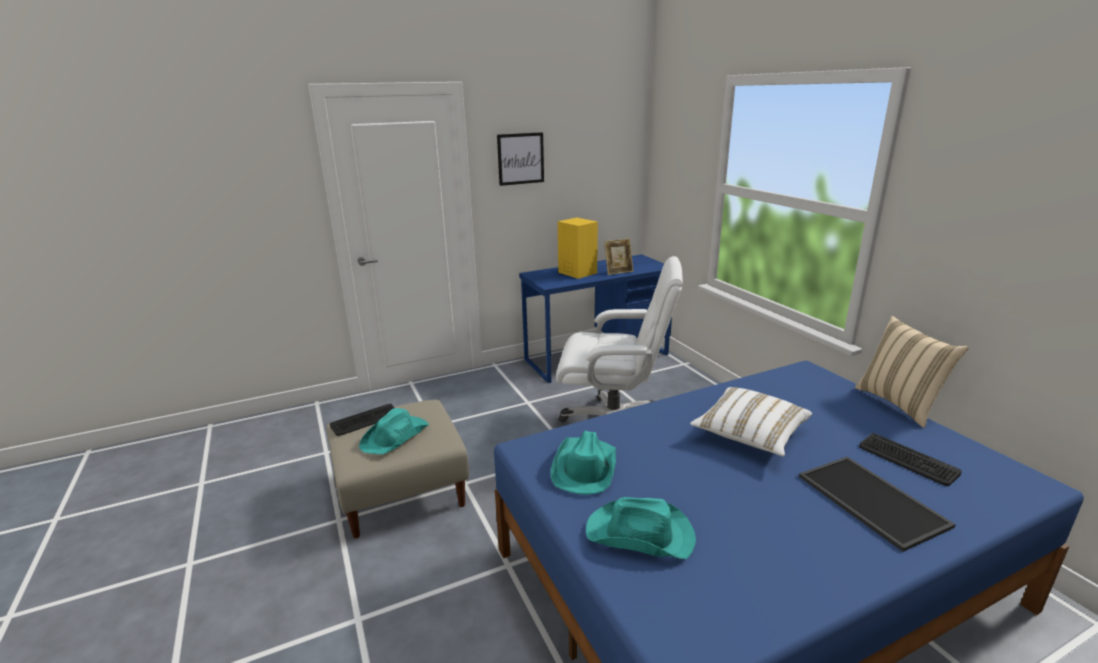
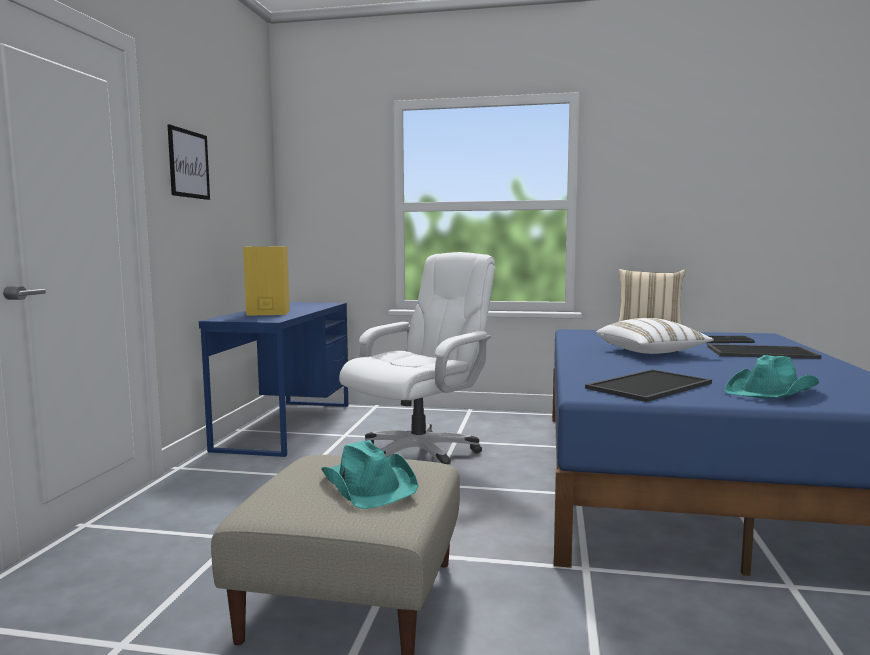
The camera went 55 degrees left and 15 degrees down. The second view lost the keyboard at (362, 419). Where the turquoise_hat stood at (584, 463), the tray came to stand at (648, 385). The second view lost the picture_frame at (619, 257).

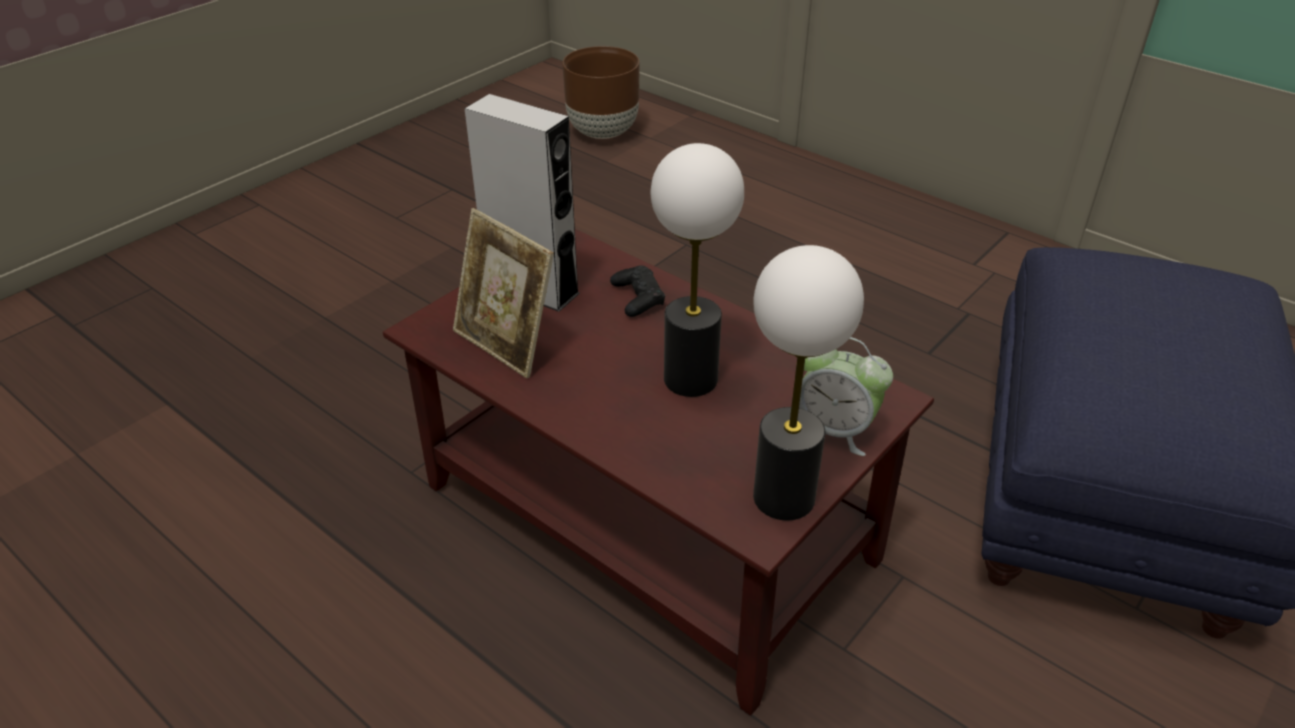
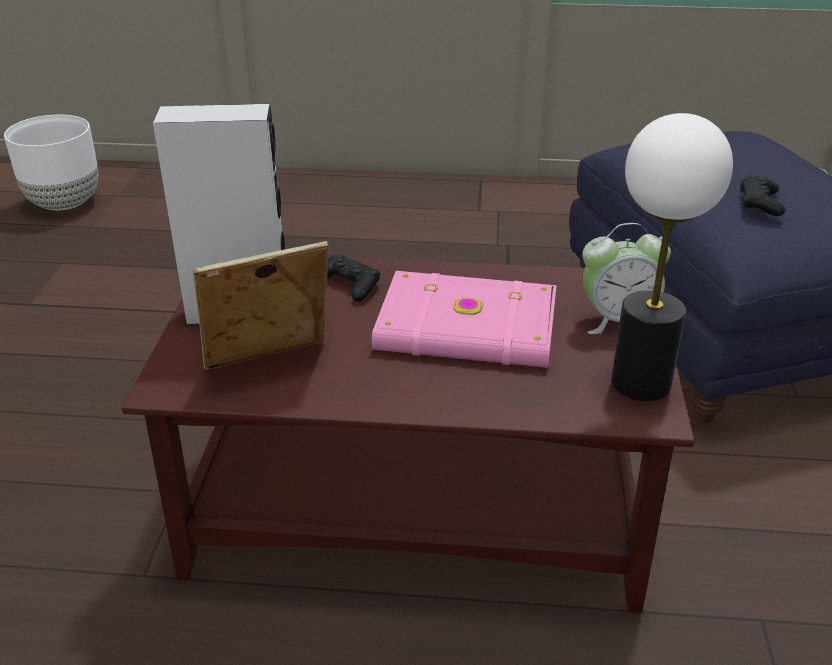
The camera went 35 degrees left and 5 degrees down. The picture_frame at (503, 293) ended up facing another way, 150 degrees clockwise from before. What was the brown_planter at (601, 92) turned into the white_planter at (51, 162). Where the table_lamp stood at (697, 270), the pink_book came to stand at (464, 319). The second view gained the black_game_controller at (762, 196).

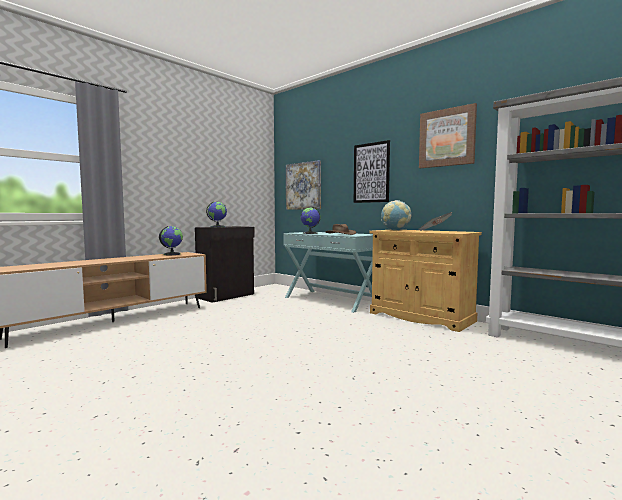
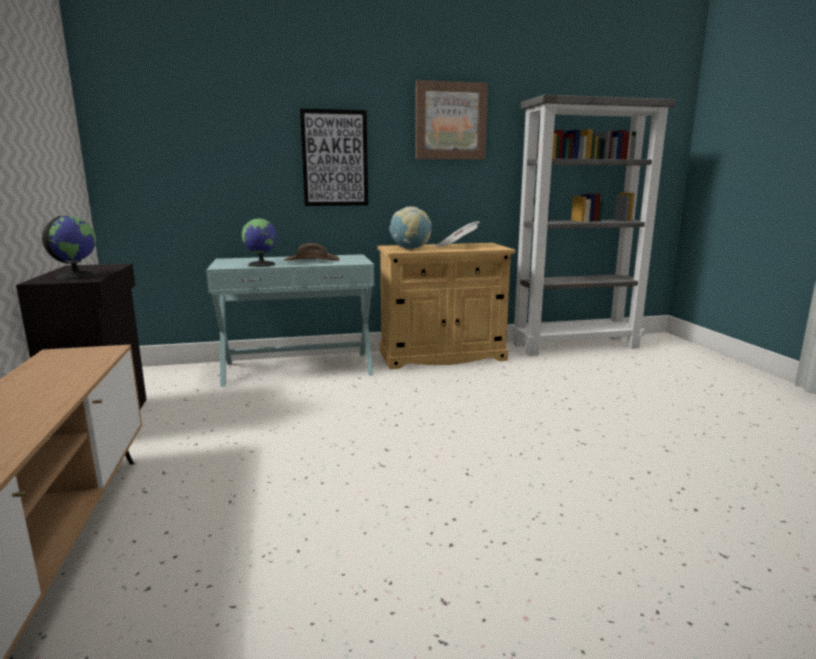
The camera went 55 degrees left and 10 degrees up. The second view lost the globe at (171, 240). The second view lost the picture at (303, 185).

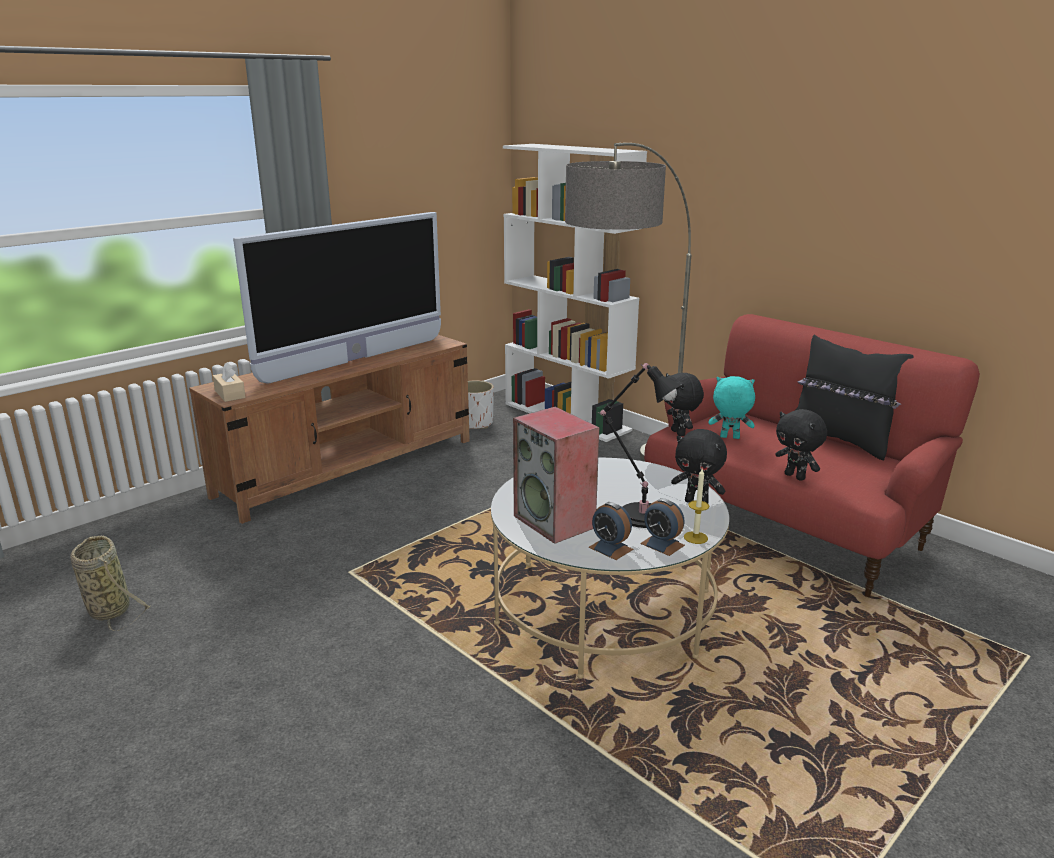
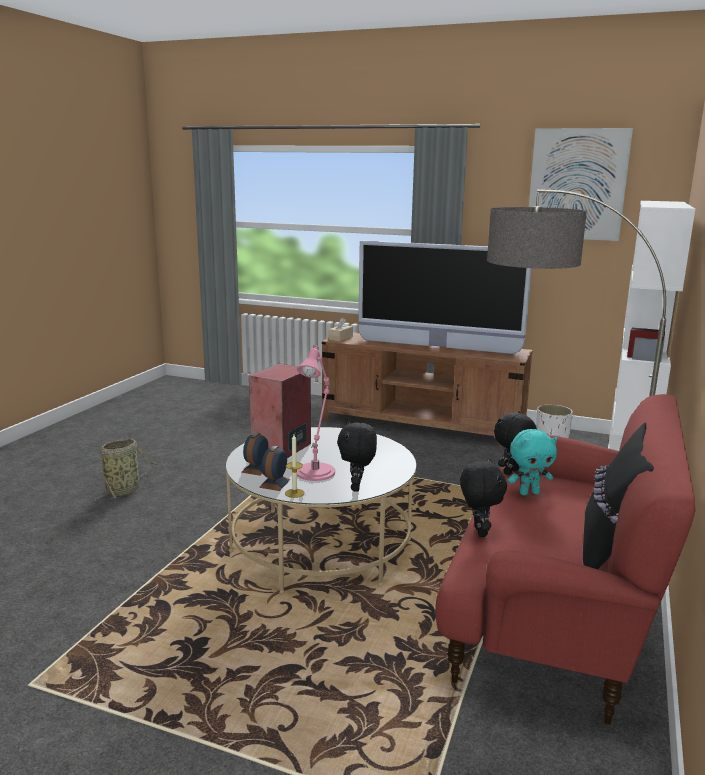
The camera went 65 degrees right and 5 degrees down. The basket ended up elsewhere, having gone from (110, 583) to (126, 469). What was the black_table_lamp at (640, 445) turned into the pink_table_lamp at (316, 413). The turquoise_plush_toy at (731, 407) ended up facing another way, 90 degrees clockwise from before. The black_plush_toy at (801, 445) ended up facing another way, 150 degrees clockwise from before. The second view gained the picture at (581, 184).

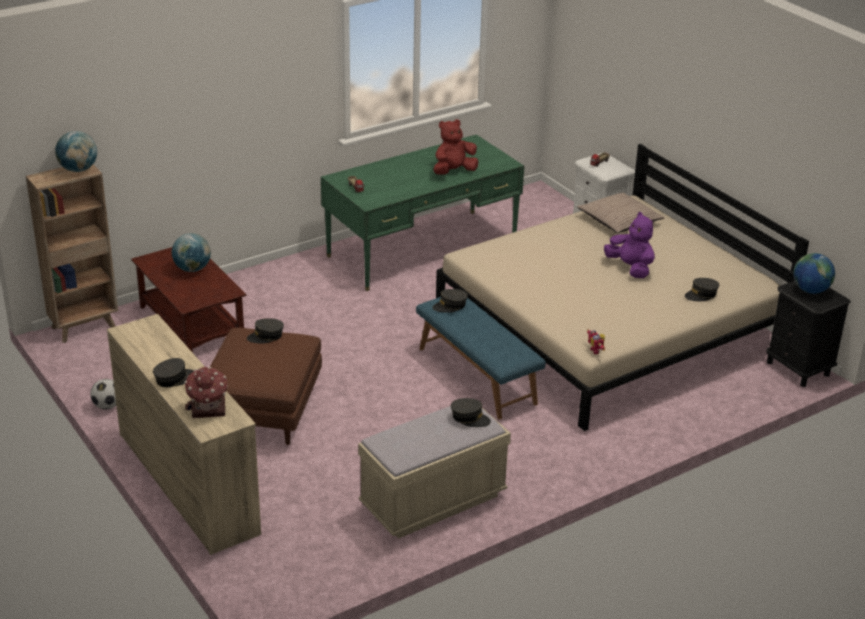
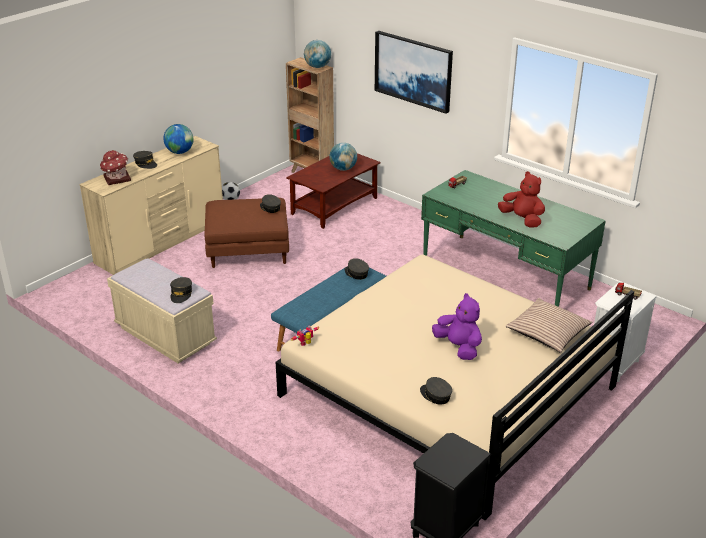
The camera went 75 degrees right and 0 degrees up. The purple_plush_toy at (629, 245) ended up facing another way, 75 degrees counterclockwise from before. The globe ended up elsewhere, having gone from (814, 273) to (178, 139). The second view gained the picture at (414, 72).

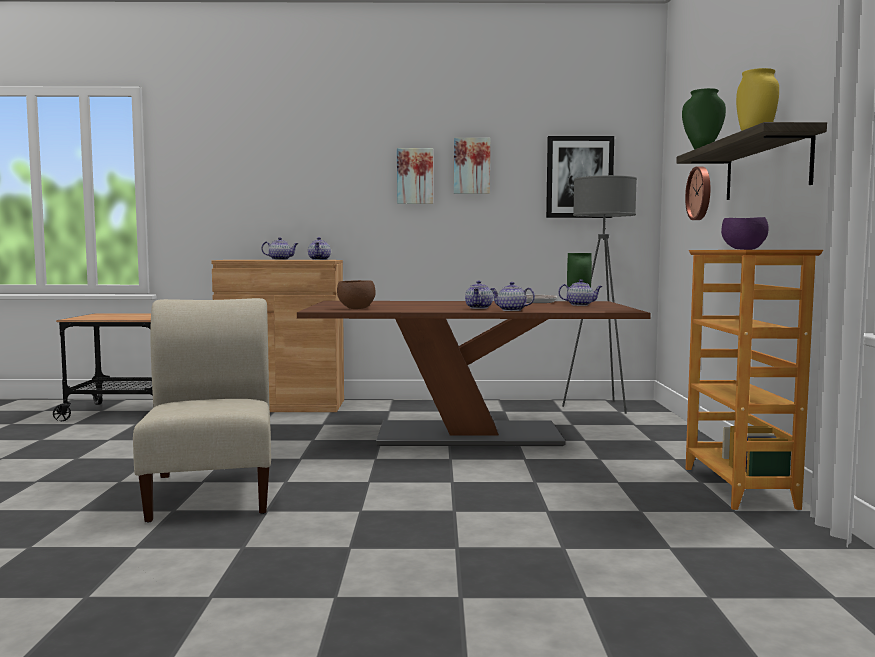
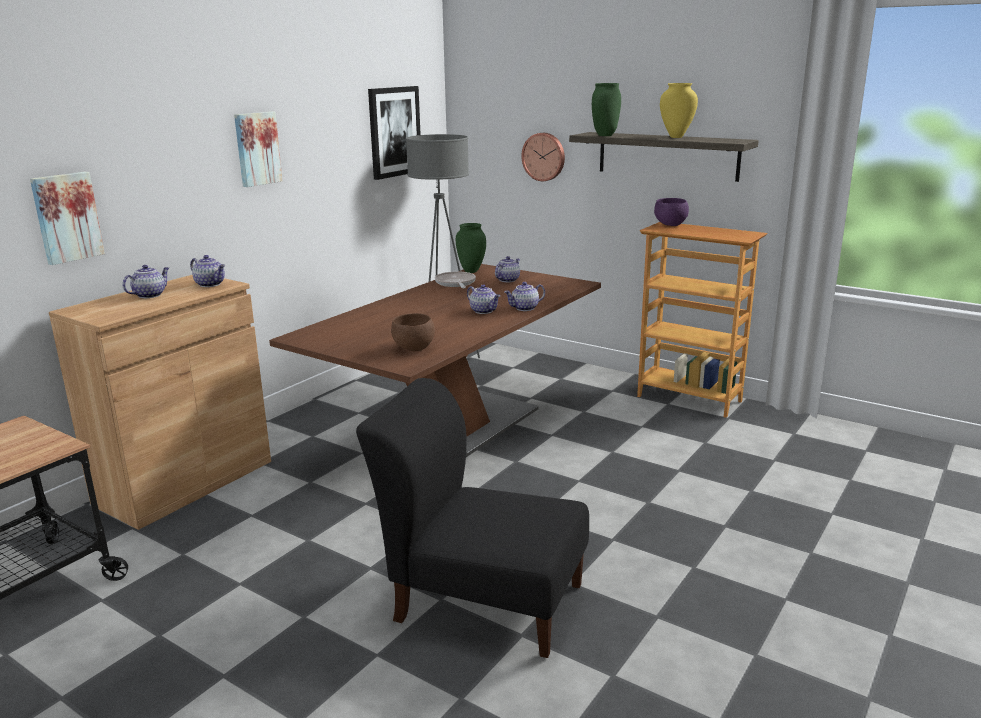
The camera went 55 degrees left and 15 degrees up. What was the beige_chair at (202, 410) turned into the black_chair at (472, 518). The picture ended up elsewhere, having gone from (472, 166) to (67, 218).

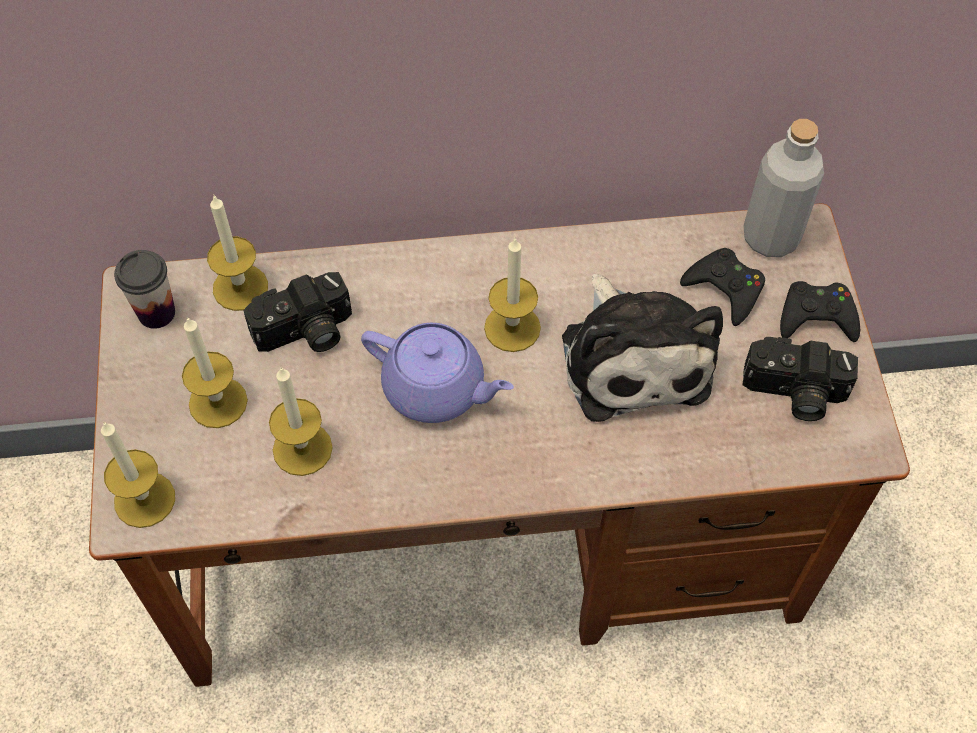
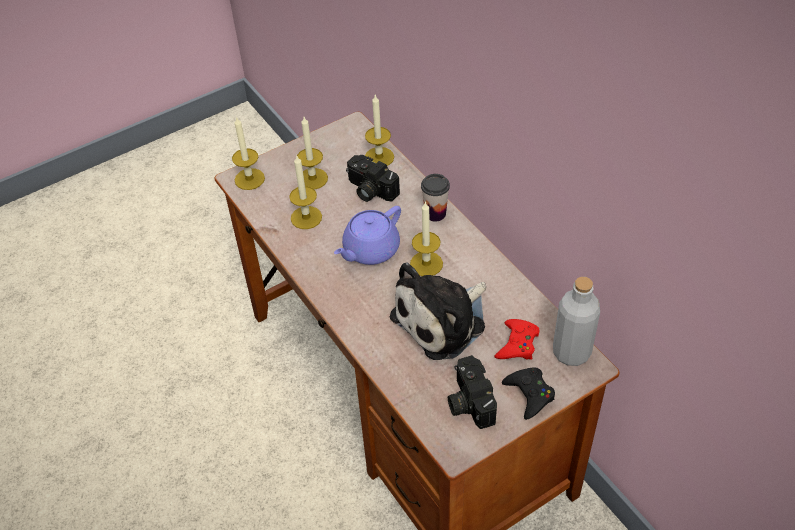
The camera went 65 degrees right and 10 degrees down. The cup ended up elsewhere, having gone from (144, 289) to (435, 197). The purple_teapot at (437, 373) ended up facing another way, 45 degrees clockwise from before. What was the black_game_controller at (722, 287) turned into the red_game_controller at (517, 339).

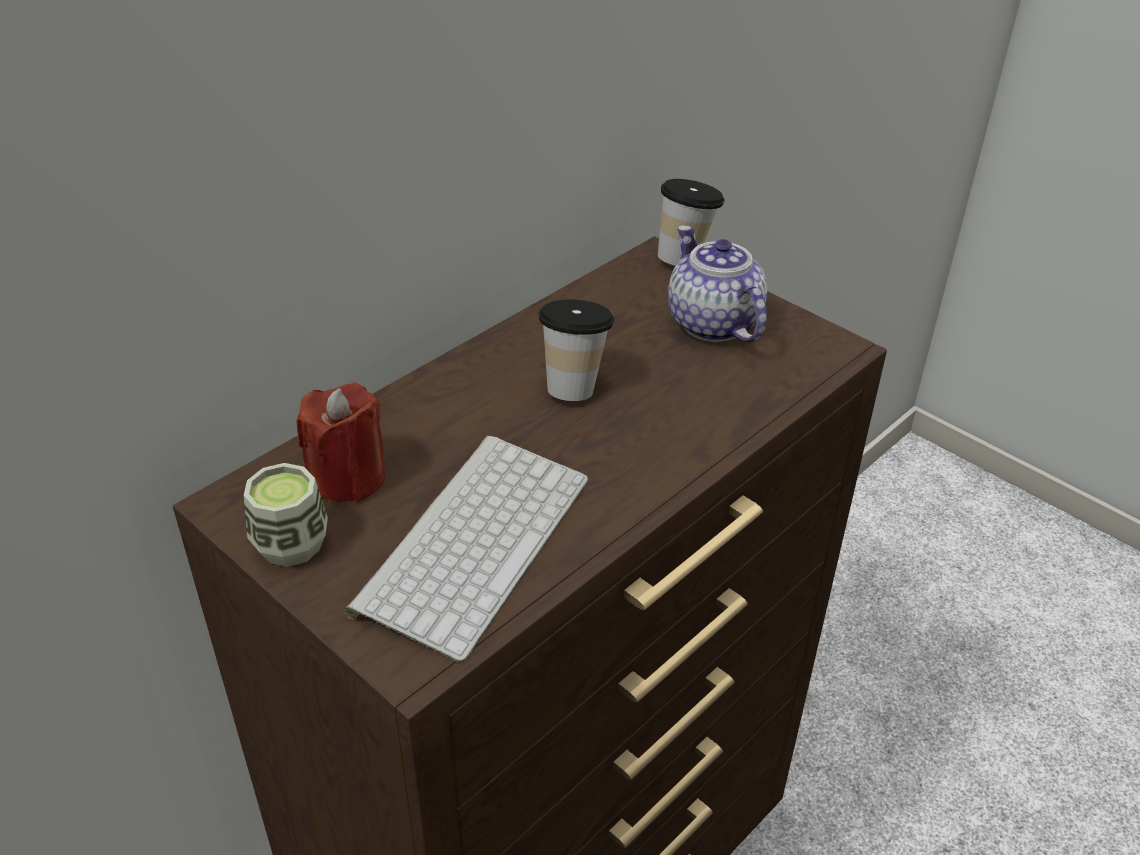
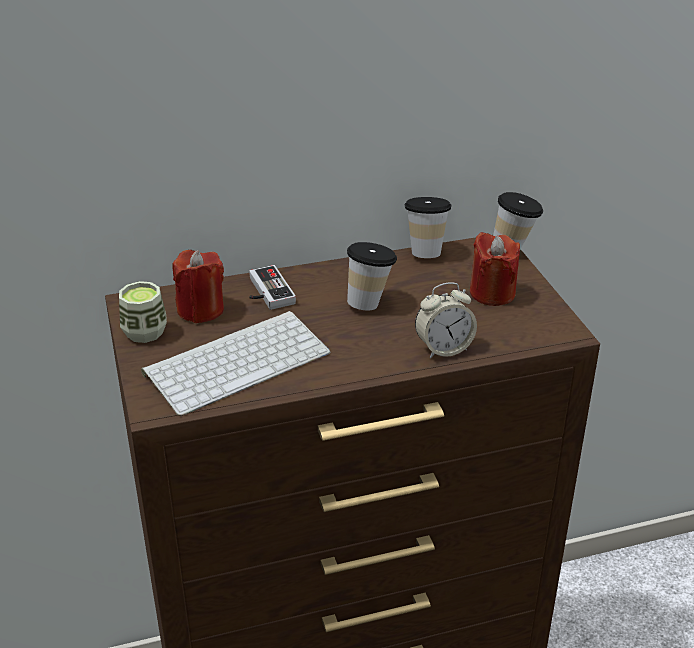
The camera went 30 degrees right and 5 degrees down. Where the teapot stood at (717, 283), the red_candle came to stand at (495, 269). The second view gained the game_controller at (272, 287). The second view gained the cup at (428, 227). The second view gained the alarm_clock at (446, 320).

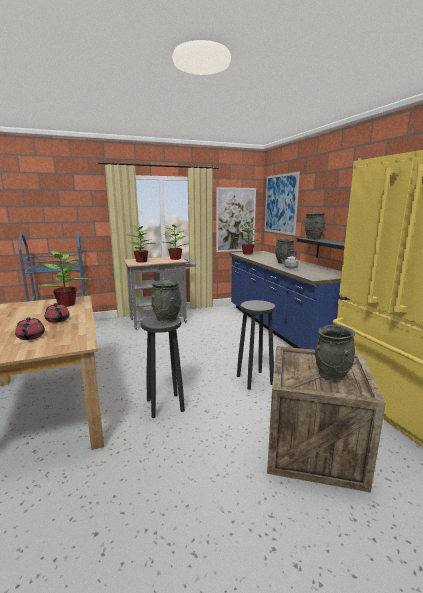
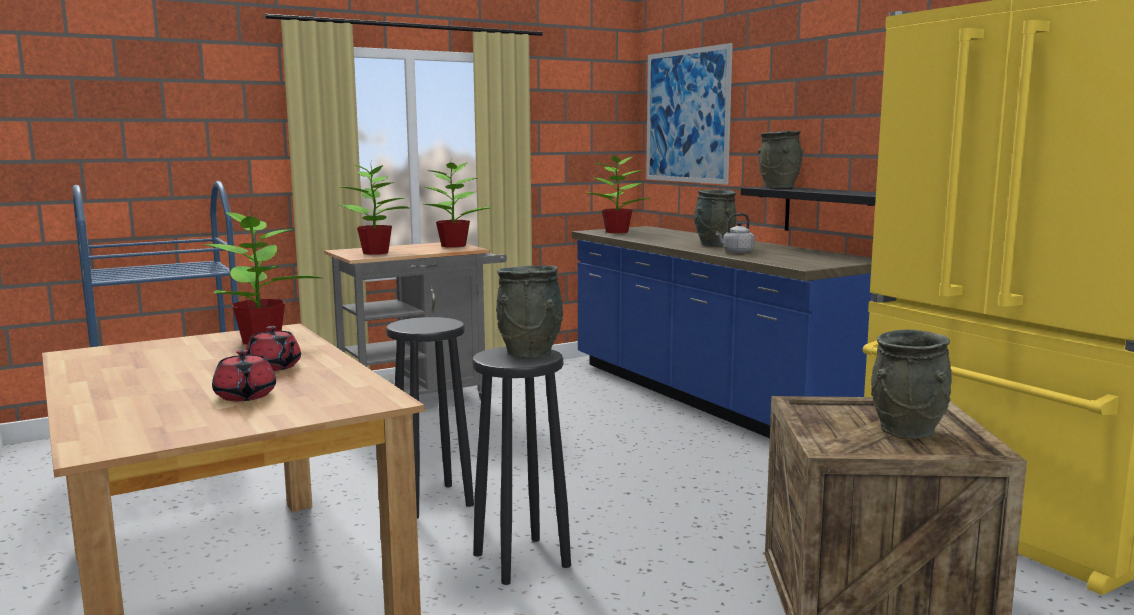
The camera went 10 degrees left and 5 degrees down. The second view lost the picture at (236, 219). The black_stool ended up elsewhere, having gone from (256, 345) to (430, 418).

